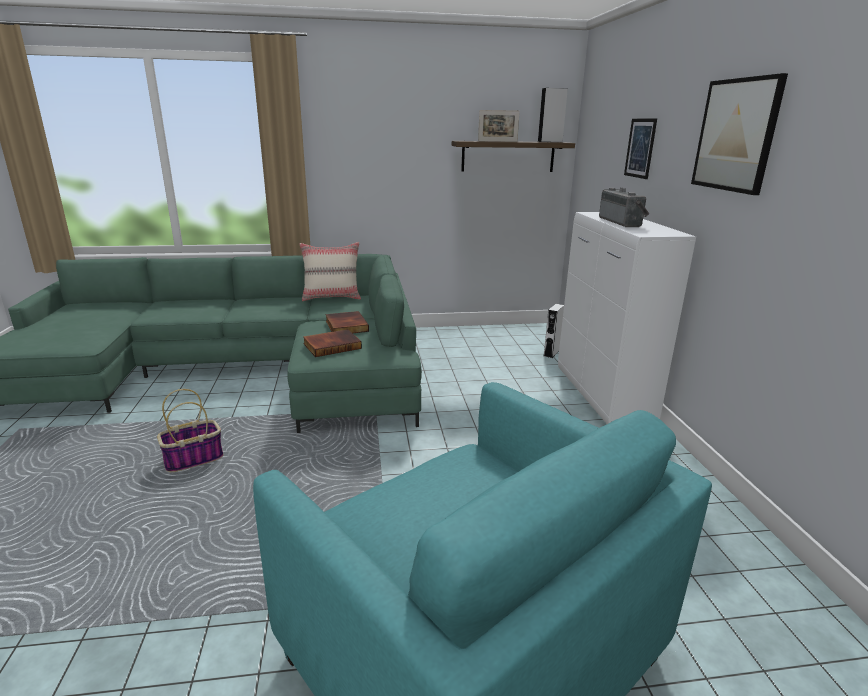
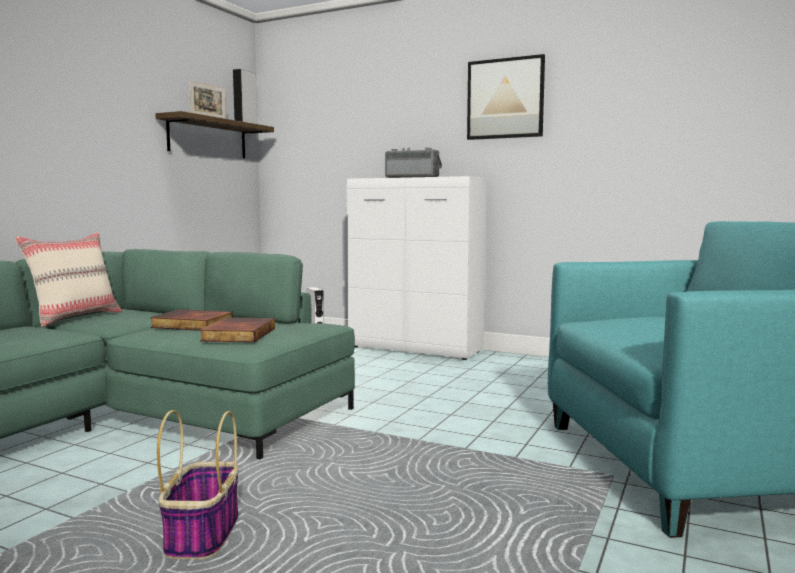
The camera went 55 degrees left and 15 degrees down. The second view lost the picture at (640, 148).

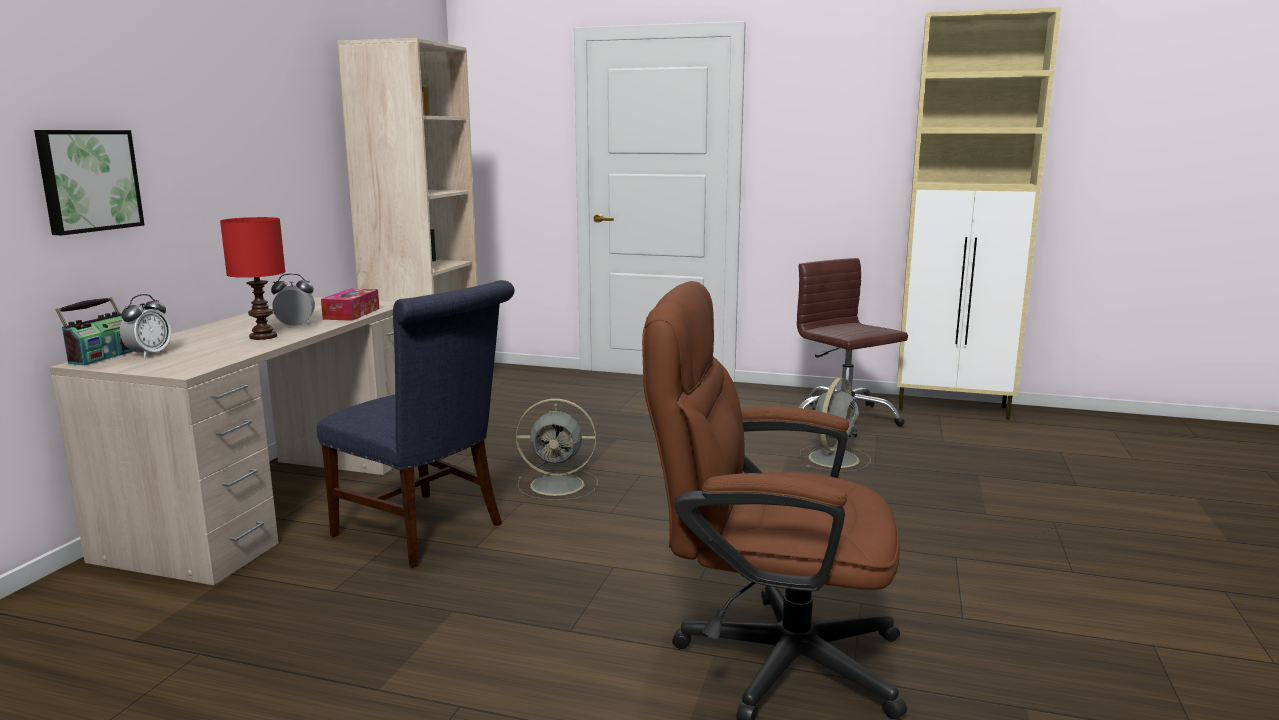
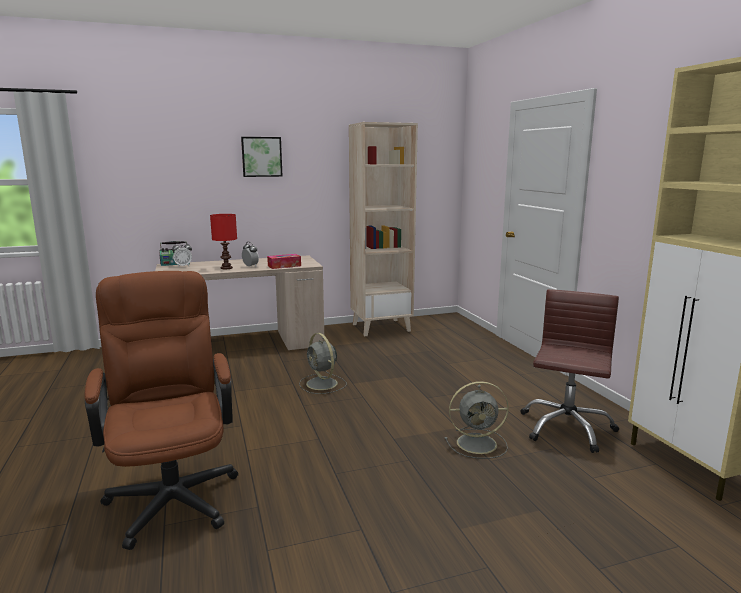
The camera went 55 degrees right and 0 degrees up. The picture ended up elsewhere, having gone from (89, 182) to (262, 157). The second view lost the blue_chair at (416, 424).

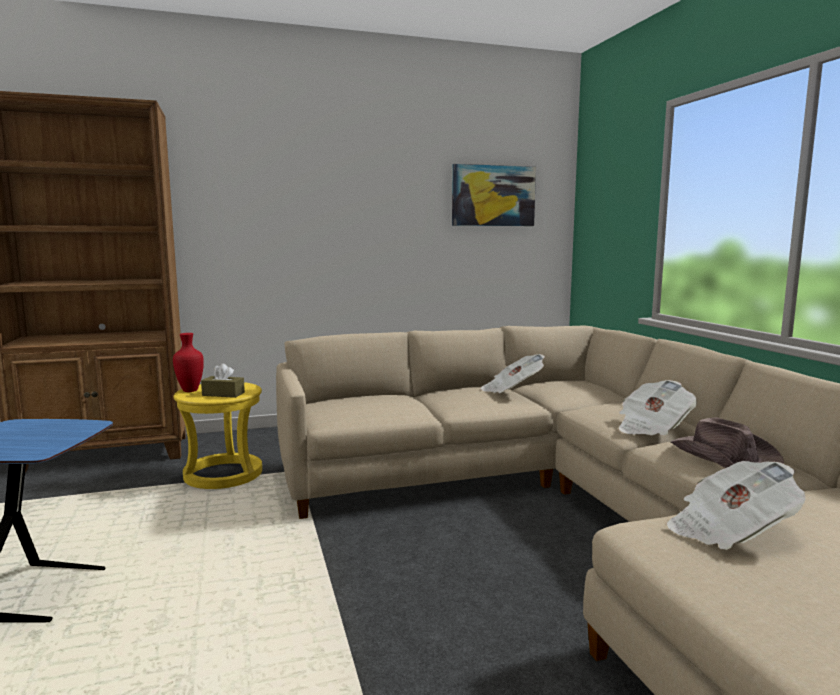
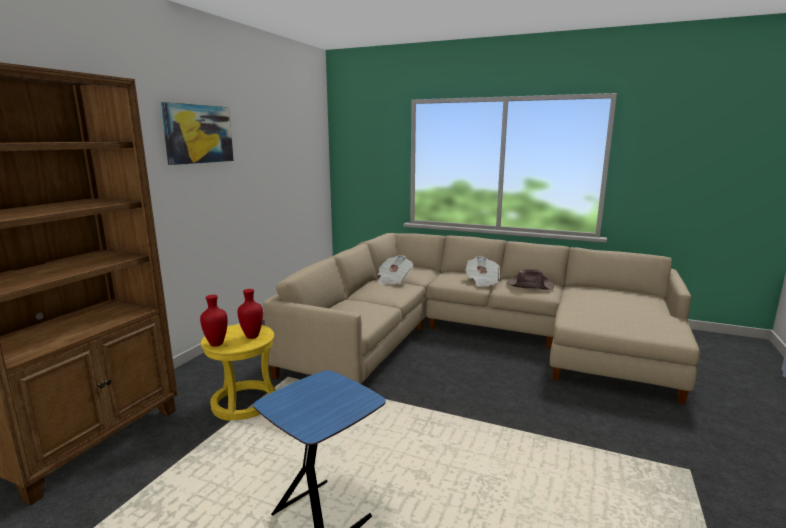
The camera went 50 degrees left and 5 degrees up. Where the brown_tissue_box stood at (223, 380), the red_vase came to stand at (250, 314). The picture ended up elsewhere, having gone from (494, 195) to (197, 133). The second view lost the newspaper at (736, 505).

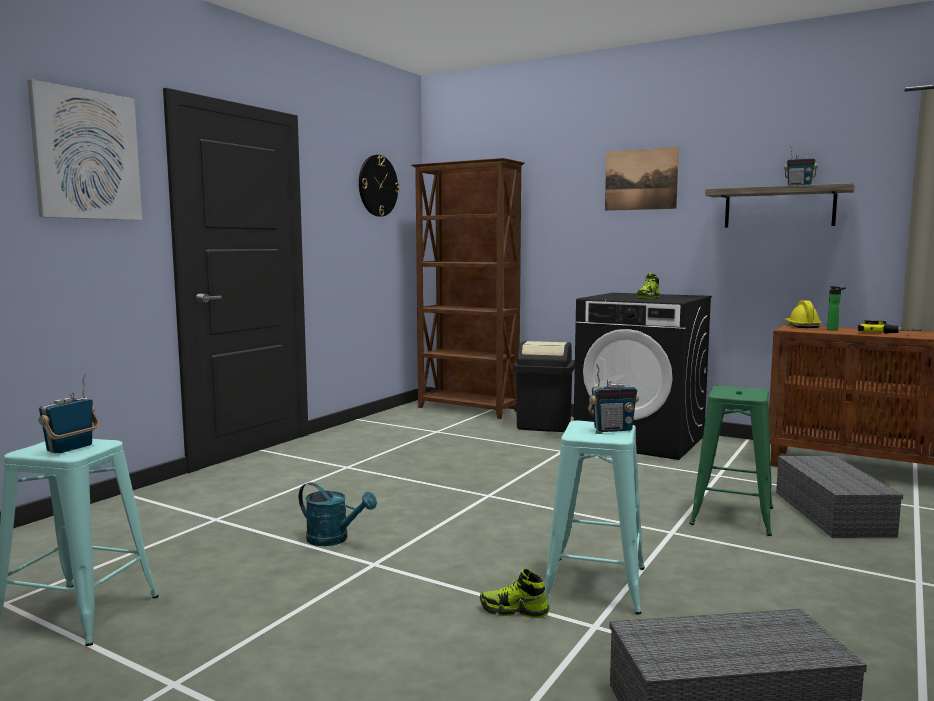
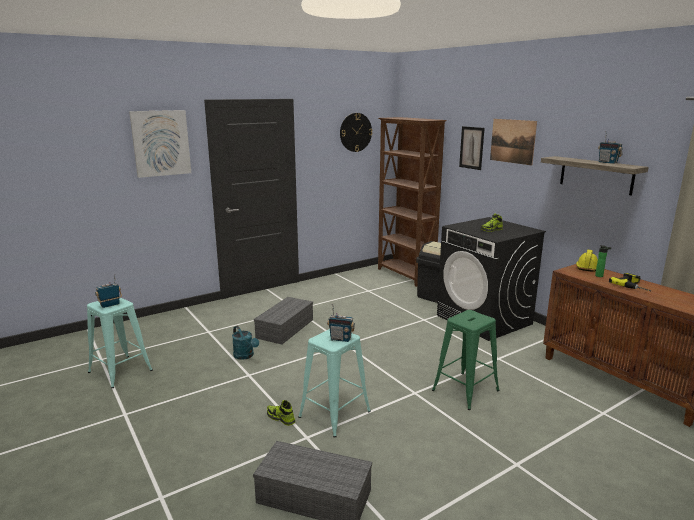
The camera went 25 degrees right and 10 degrees up. The grey_storage_box ended up elsewhere, having gone from (839, 497) to (283, 320). The second view gained the picture at (472, 148).

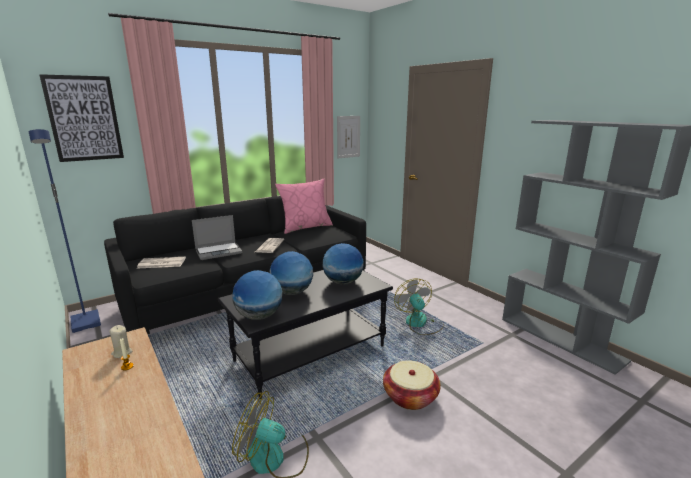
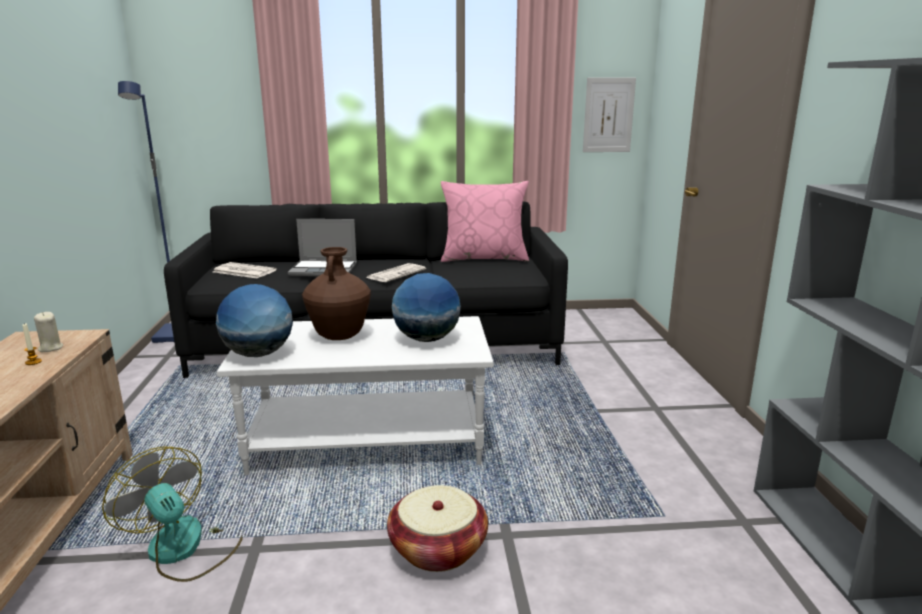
The camera went 30 degrees right and 0 degrees up. The second view lost the picture at (81, 118). What was the black_coffee_table at (305, 334) turned into the white_coffee_table at (355, 396). Where the globe stood at (291, 273), the brown_vase came to stand at (336, 293). The second view lost the fan at (419, 306).

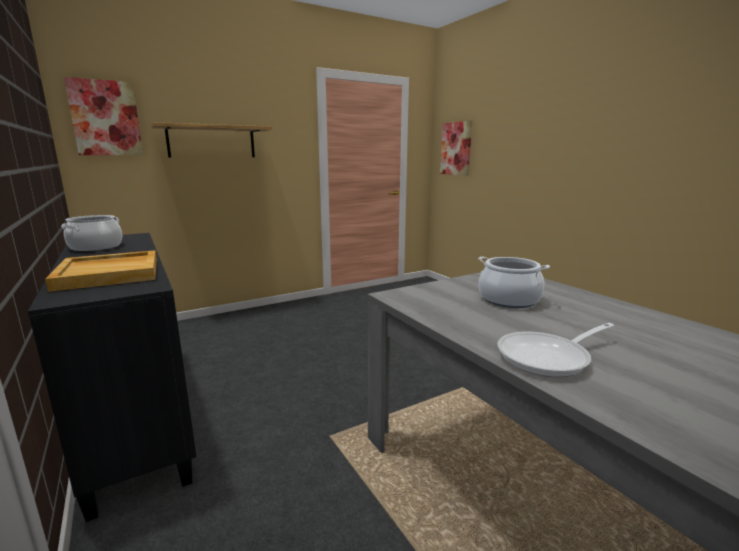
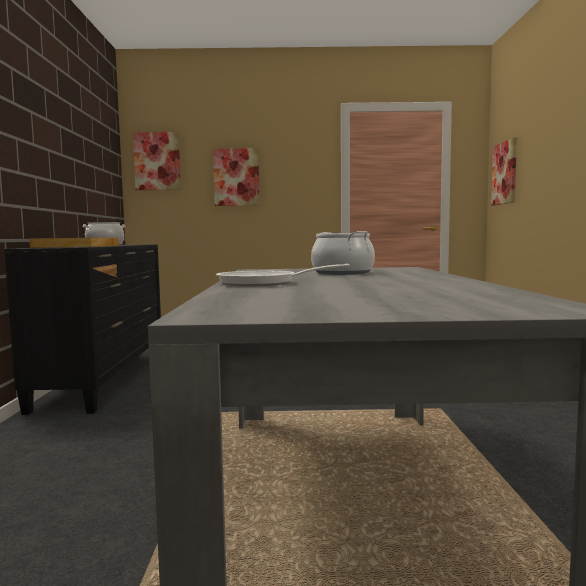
The camera went 30 degrees right and 10 degrees down. Where the shelf hung at (212, 140), the picture came to hang at (236, 177).

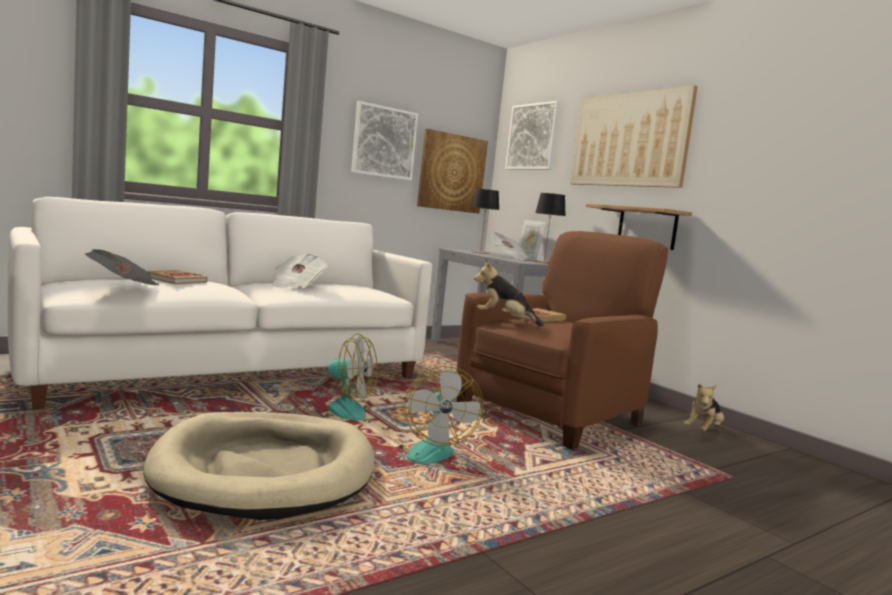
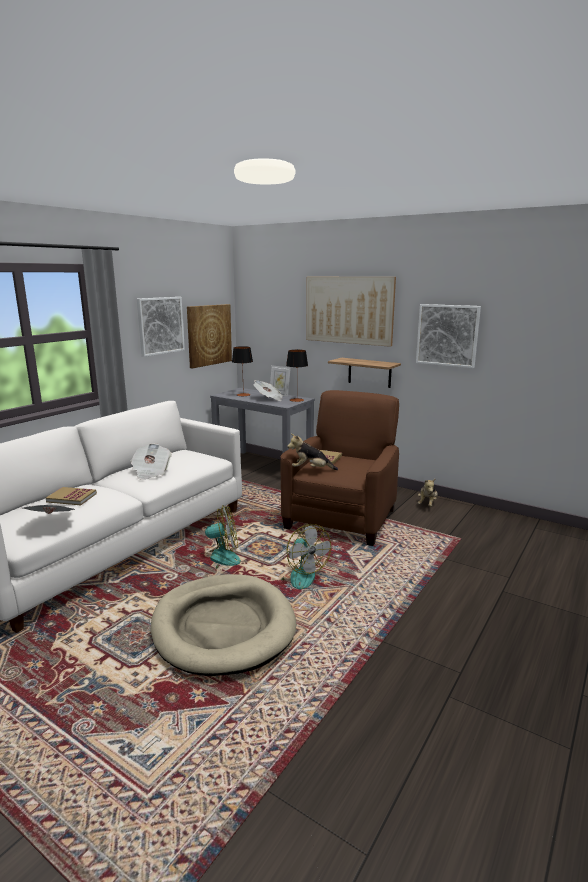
The camera went 20 degrees left and 10 degrees up. The picture ended up elsewhere, having gone from (532, 135) to (448, 336).

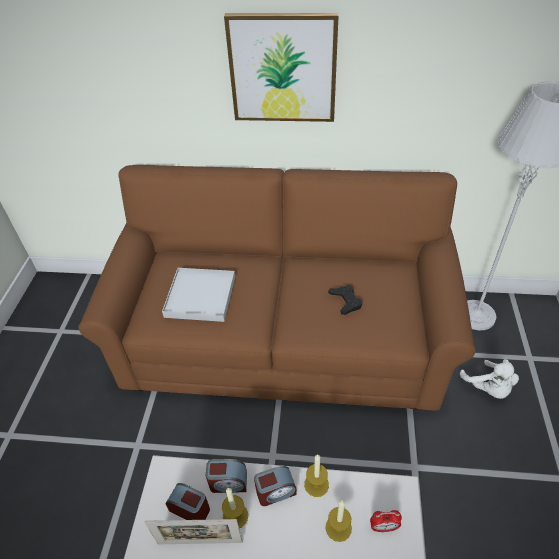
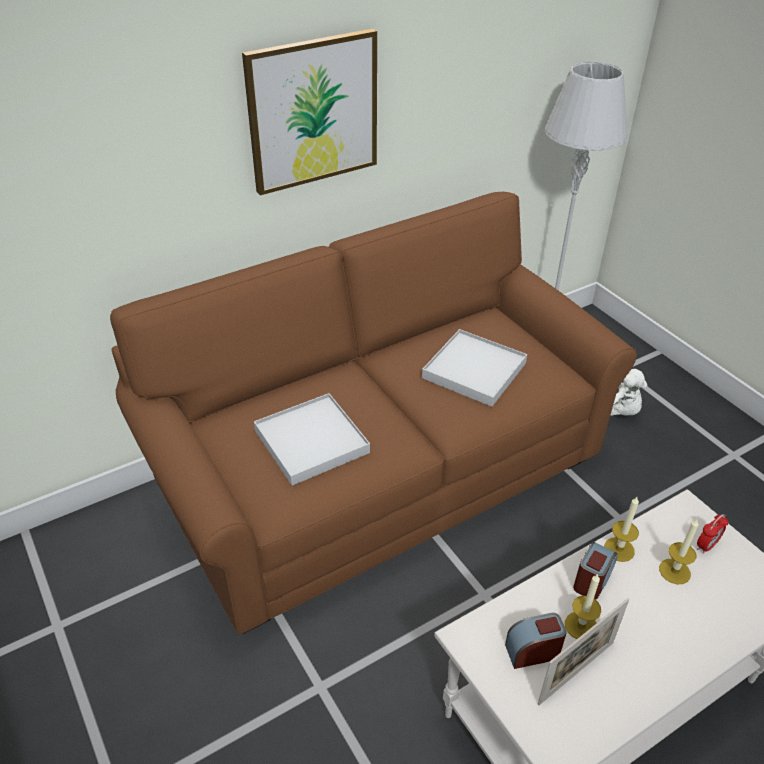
The camera went 40 degrees left and 5 degrees down. The second view lost the alarm_clock at (226, 476). Where the black_game_controller stood at (345, 300), the white_tray came to stand at (474, 368).

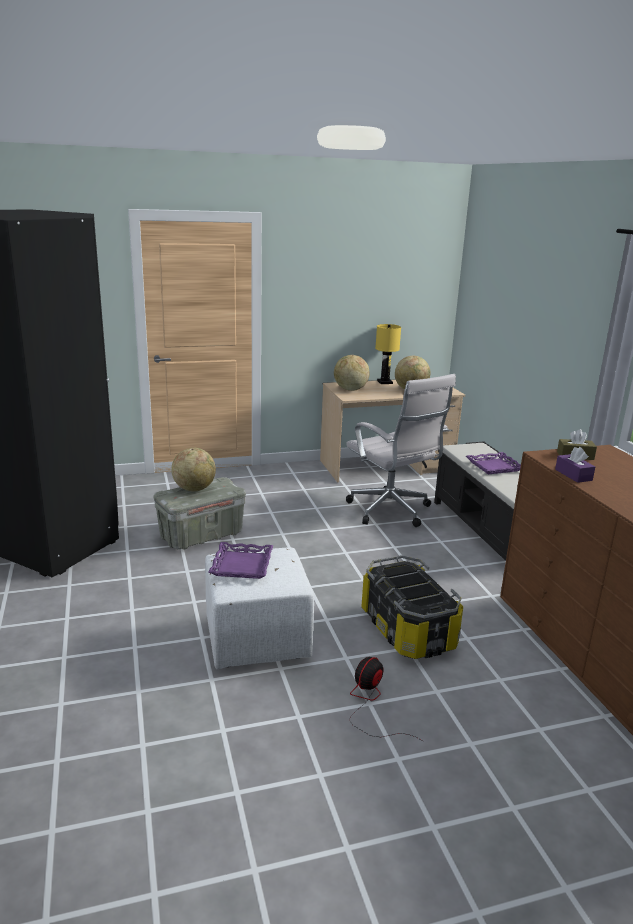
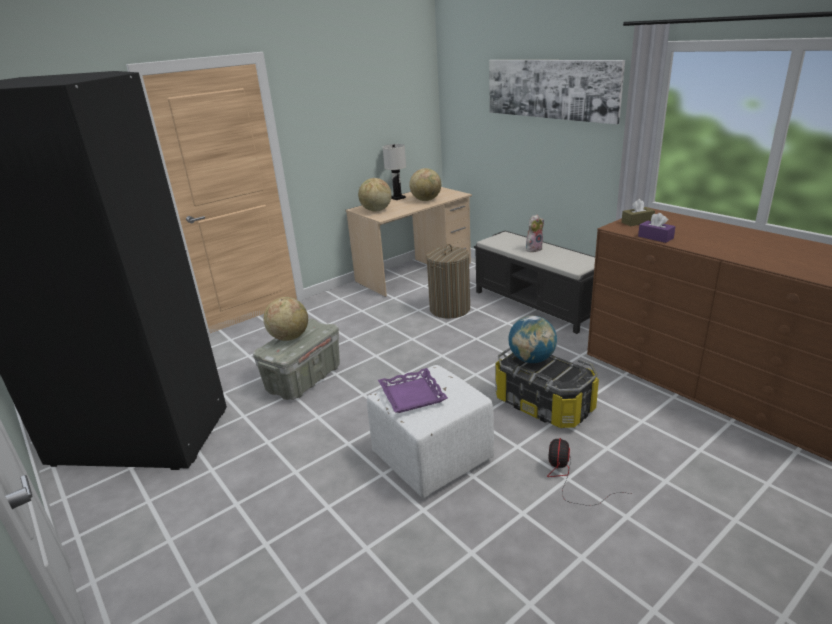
The camera went 20 degrees left and 5 degrees up. Where the white_office_chair stood at (401, 450), the laundry_basket came to stand at (448, 281). What was the yellow_table_lamp at (388, 354) turned into the white_table_lamp at (394, 172). Where the purple_tray stood at (493, 463), the plush_toy came to stand at (535, 233). The second view gained the picture at (557, 92). The second view gained the globe at (532, 339).

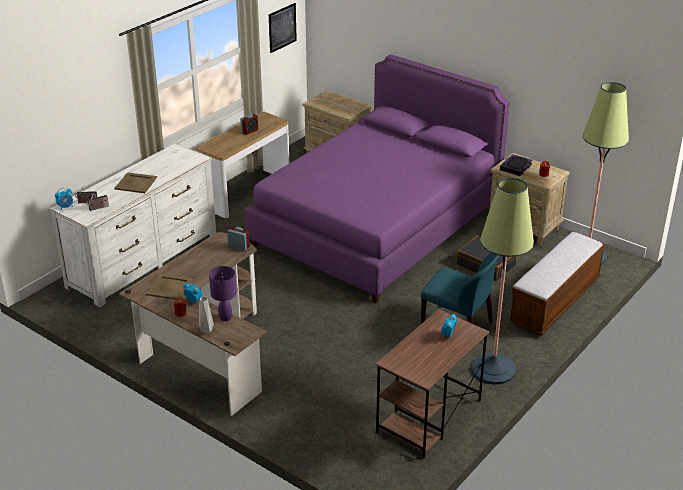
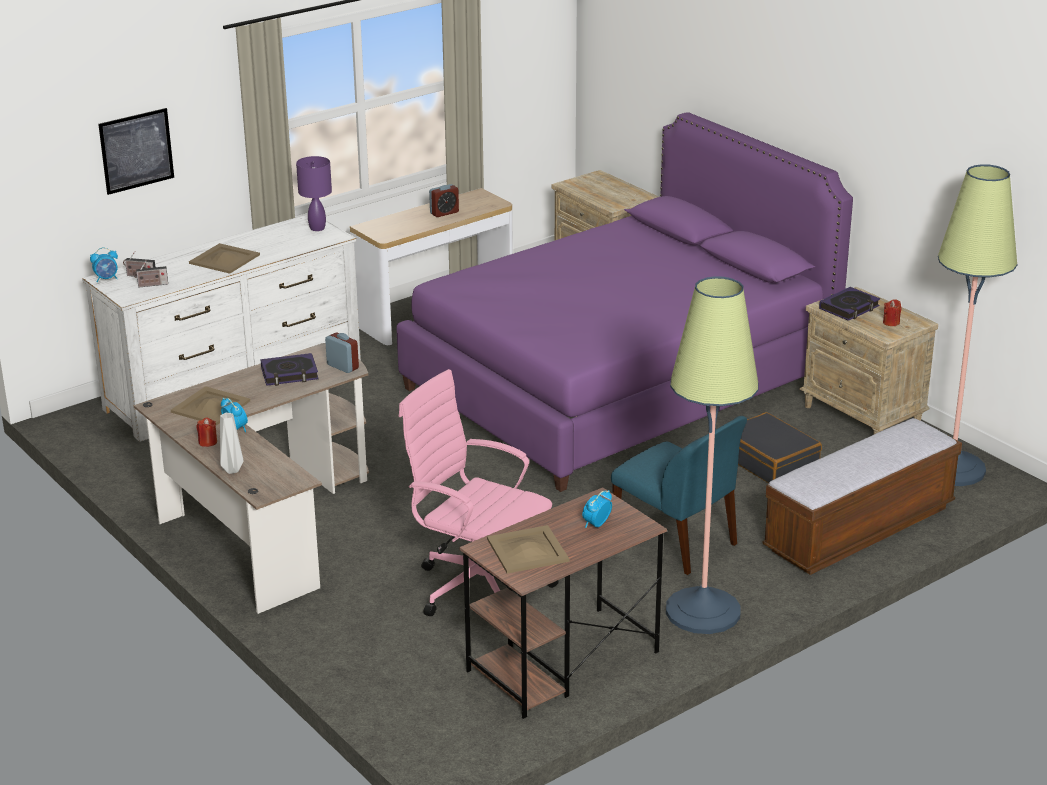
The camera went 15 degrees right and 5 degrees down. The purple_table_lamp ended up elsewhere, having gone from (223, 293) to (314, 193). The picture ended up elsewhere, having gone from (283, 28) to (136, 151). The second view gained the book at (290, 369). The second view gained the pink_office_chair at (478, 492). The second view gained the beige_tray at (528, 549).

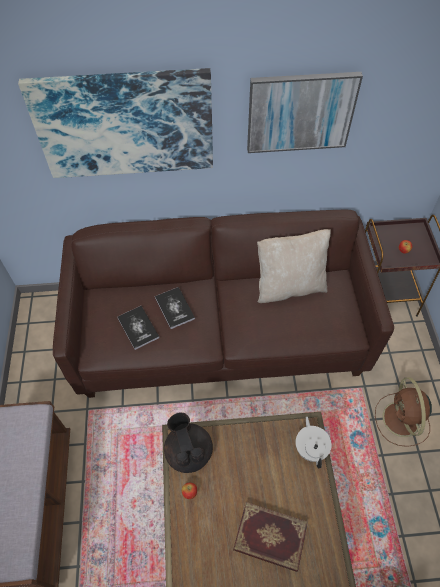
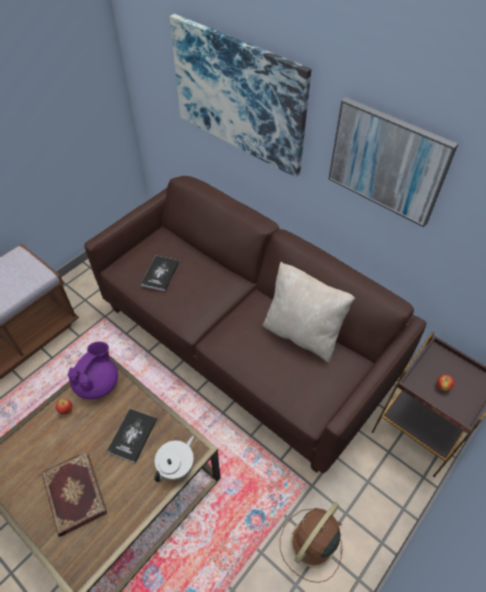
The camera went 45 degrees right and 5 degrees down. The book ended up elsewhere, having gone from (175, 308) to (132, 436). What was the black_teapot at (188, 442) turned into the purple_teapot at (93, 370).

